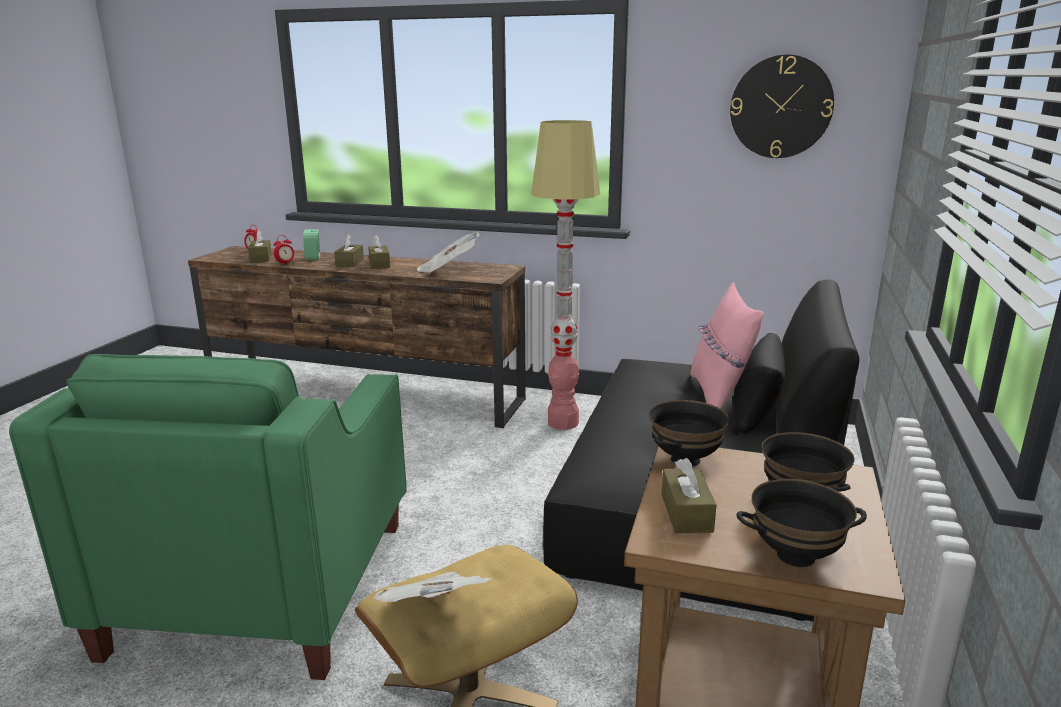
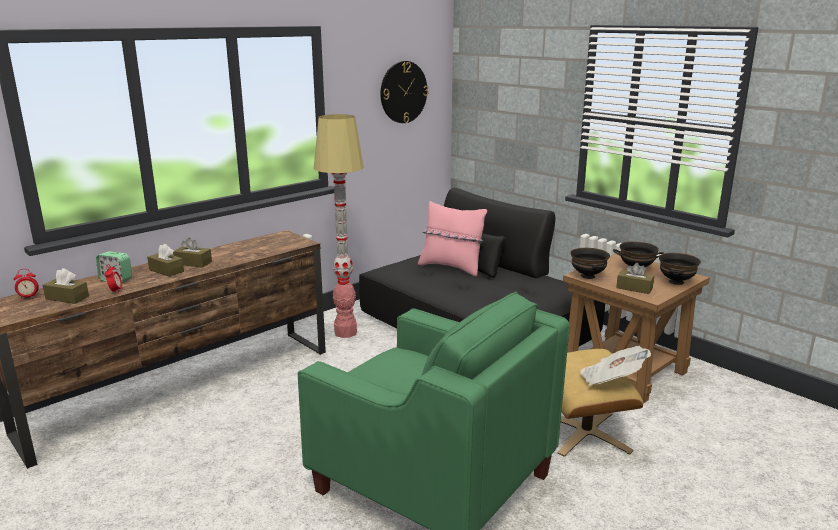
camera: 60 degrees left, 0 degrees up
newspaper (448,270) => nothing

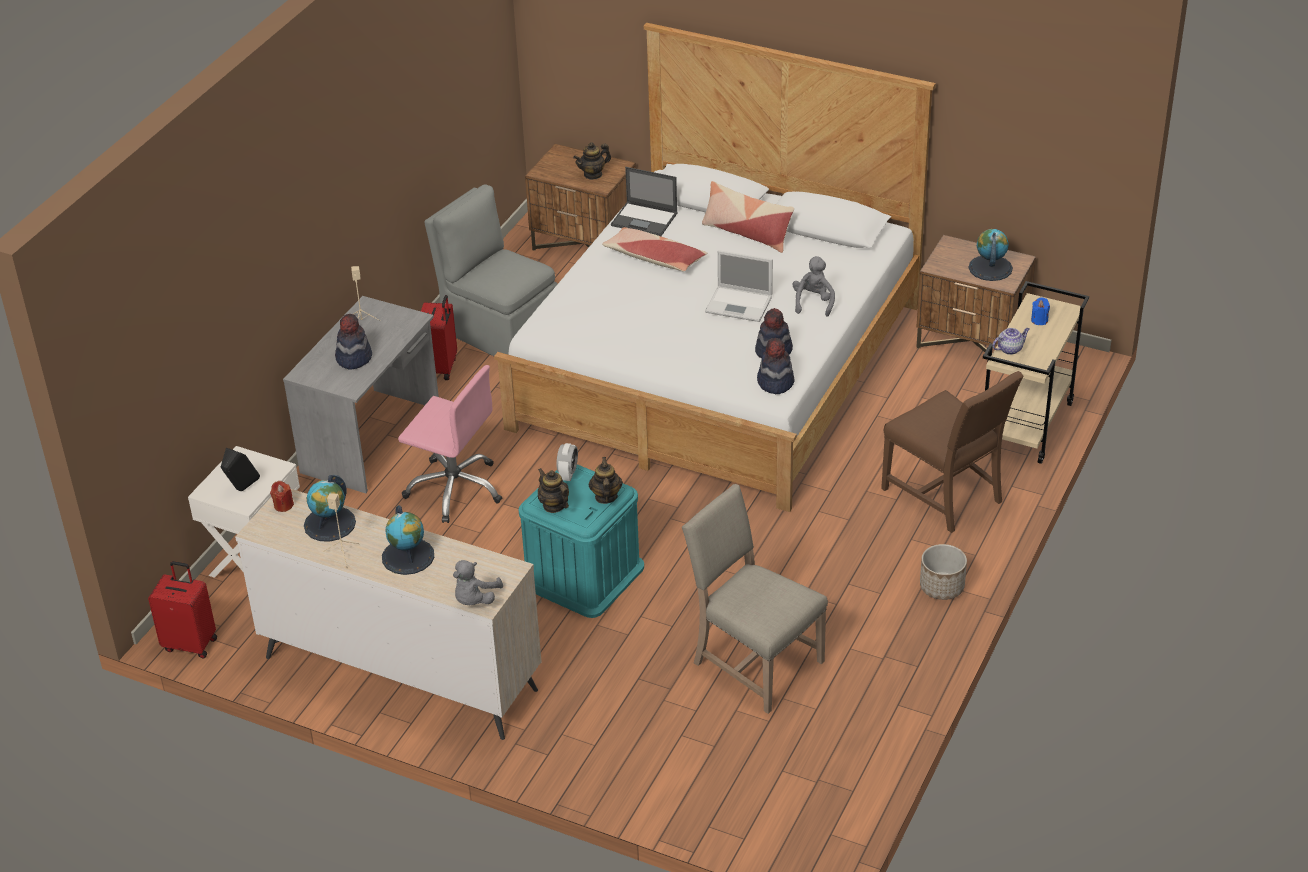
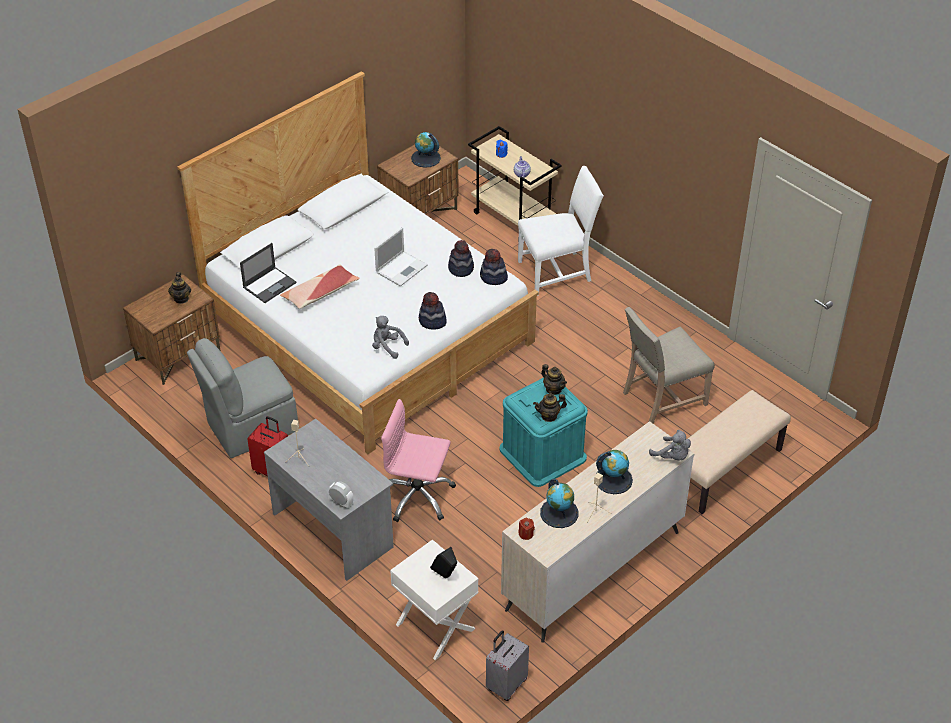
camera: 70 degrees left, 5 degrees up
pillow (746,233) => nothing
grey_plush_toy (813,302) => grey_plush_toy (387,347), shifted
hat (353,358) => hat (432,321), shifted
pink_office_chair (455,488) => pink_office_chair (417,496), 120 degrees counterclockwise
brown_chair (946,495) => white_chair (557,272)
alarm_clock (568,474) => alarm_clock (341,503), shifted
teapot (606,497) => teapot (553,389), 150 degrees counterclockwise
planter (942,587) => nothing
red_suitcase (191,643) => grey_suitcase (506,684)
nothing => beige_bench (724,470)

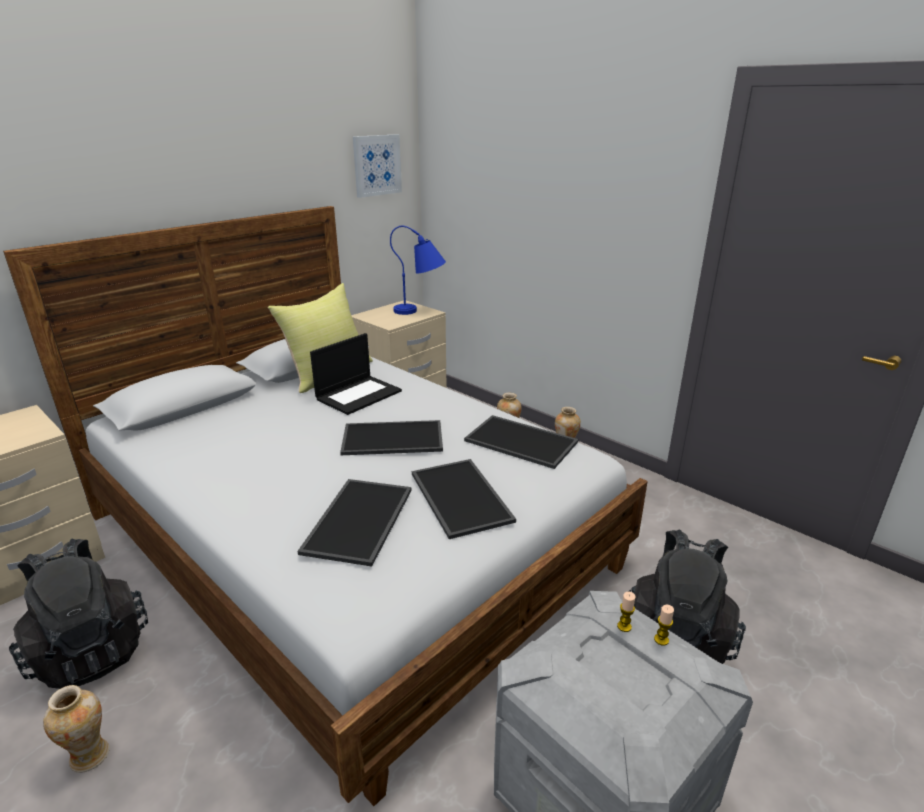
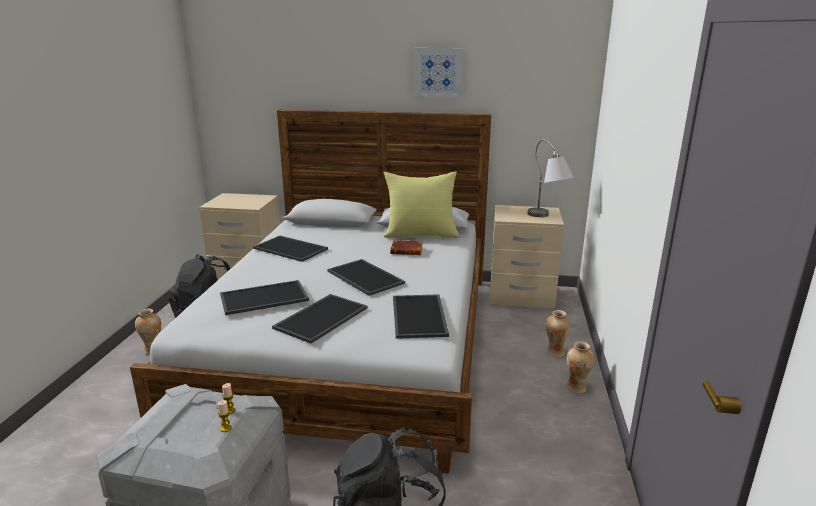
camera: 55 degrees right, 5 degrees down
picture (377,165) => picture (438,72), shifted
blue_table_lamp (421,311) => grey_table_lamp (547,218)
laptop (359,394) => brown_book (407,250)
nothing => tray (291,248)

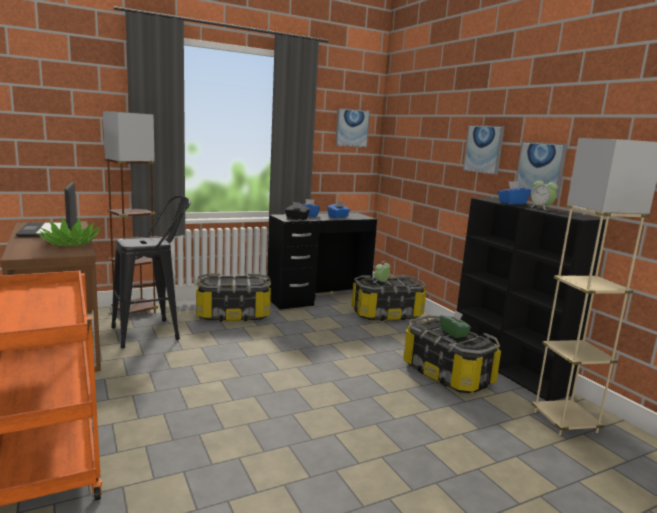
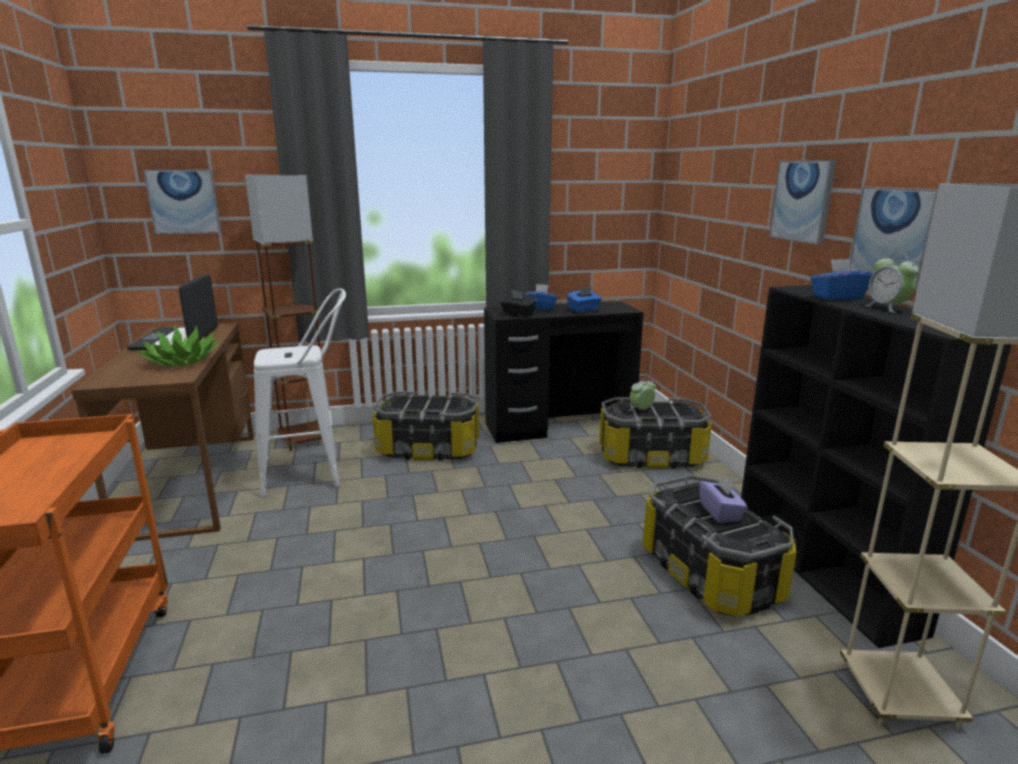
camera: 15 degrees right, 5 degrees up
picture (352,128) => picture (184,201), shifted
black_stool (153,332) => white_stool (313,473)
green_tissue_box (453,333) => purple_tissue_box (720,513)

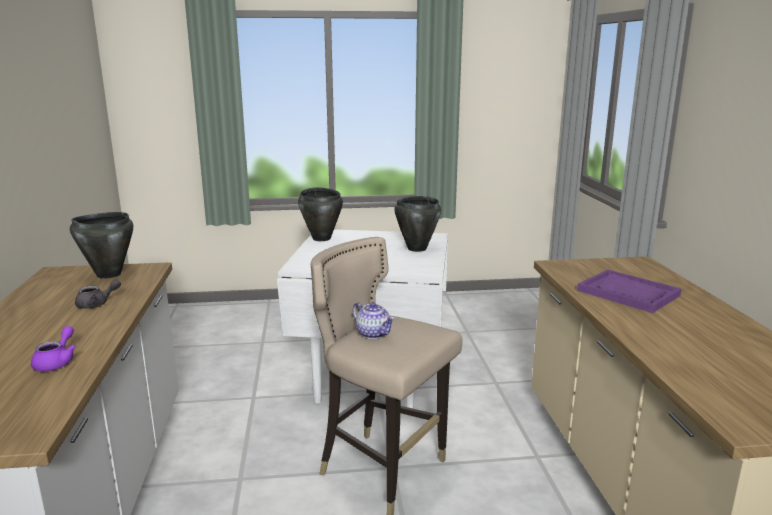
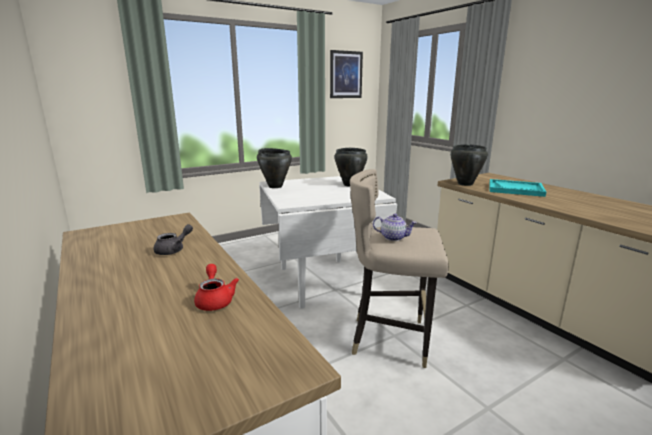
camera: 25 degrees left, 0 degrees up
black_cooking_pot (108,274) => black_cooking_pot (465,184), shifted
purple_tray (628,293) => turquoise_tray (515,189)
purple_teapot (57,362) => red_teapot (215,300)
nothing => picture (345,74)

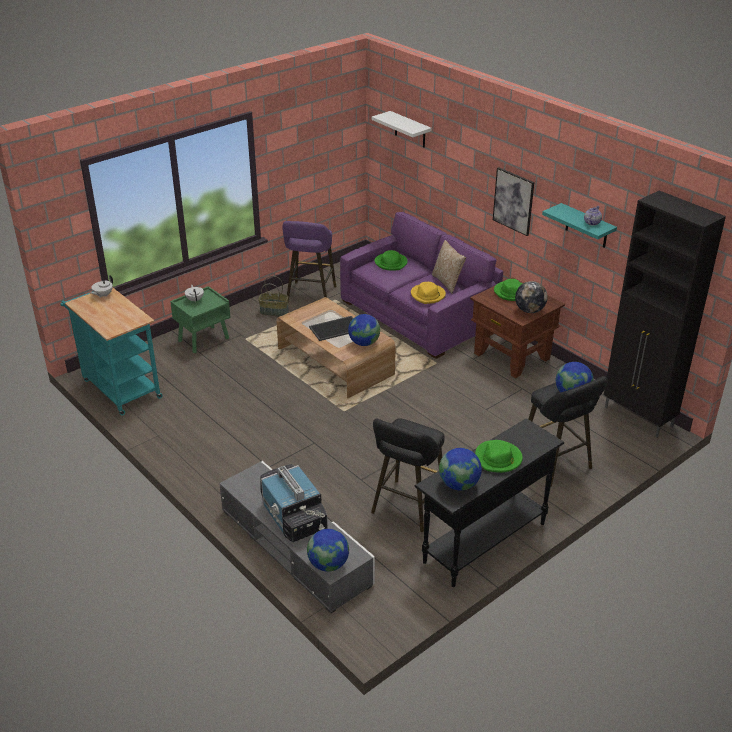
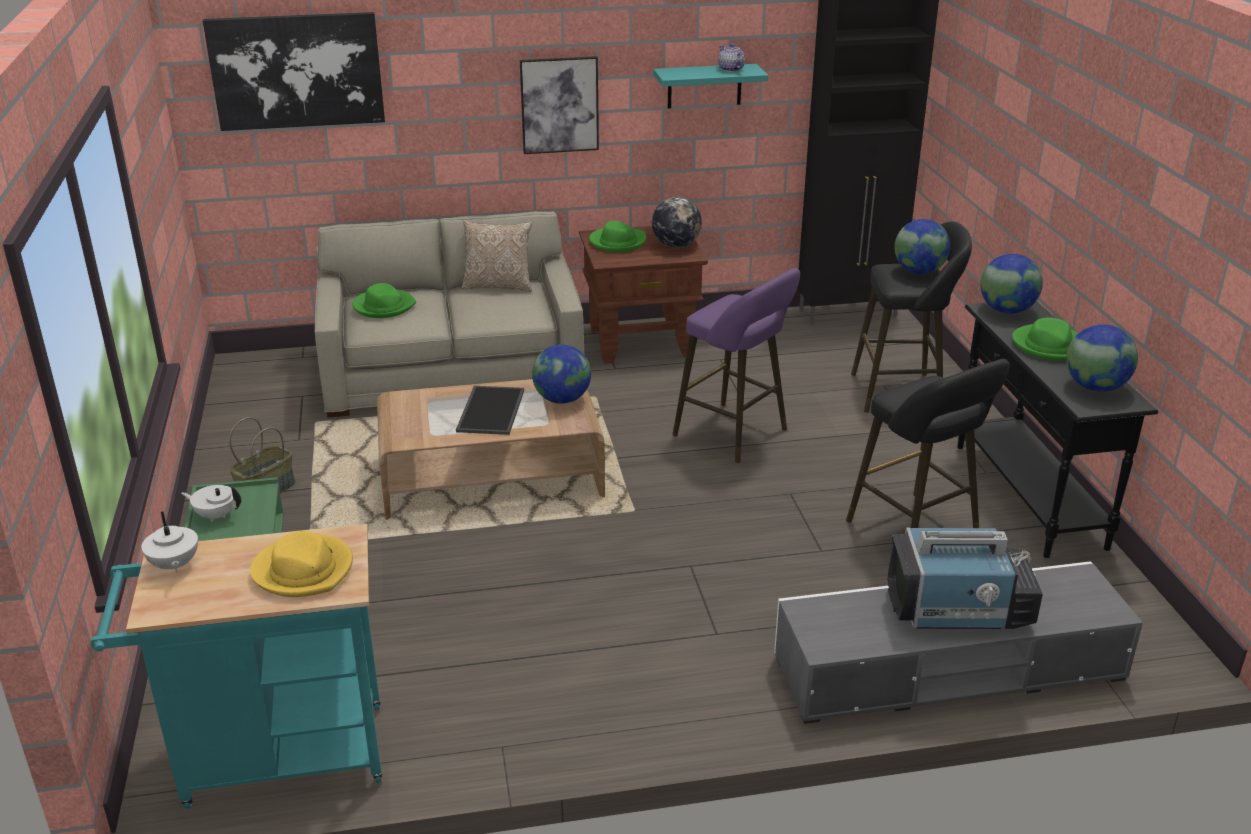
camera: 60 degrees left, 5 degrees down
white_shelf (410,130) => picture (297,71)
purple_sofa (419,314) => beige_sofa (453,369)
purple_stool (310,296) => purple_stool (735,434), shifted
yellow_hat (428,295) => yellow_hat (304,570), shifted
globe (328,564) => globe (1006,310), shifted

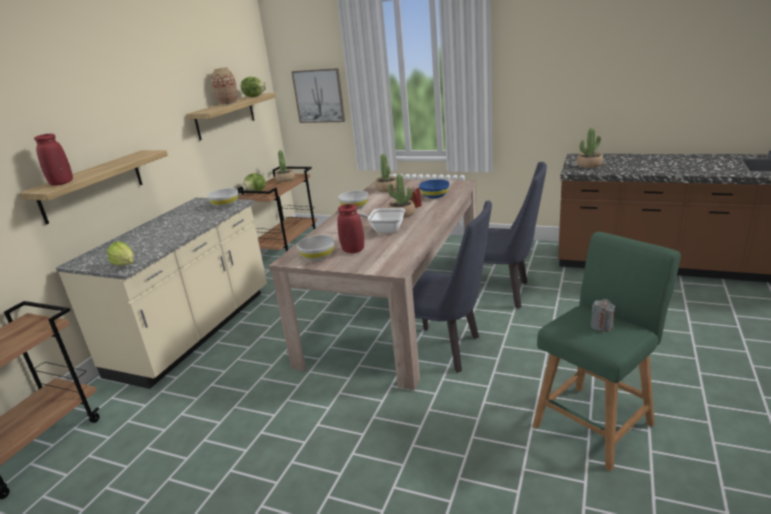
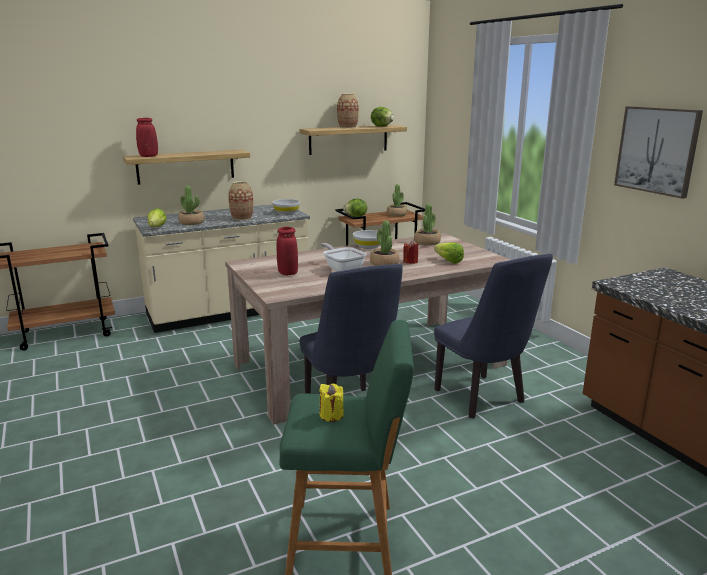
camera: 40 degrees right, 5 degrees down
picture (319,96) => picture (657,150), shifted
potted_plant (589,165) => potted_plant (192,222), shifted
blue_bowl (435,196) => lettuce (447,260)
white_bowl (318,256) => nothing
grey_candle (601,326) => yellow_candle (331,415)
nothing => vase (242,218)

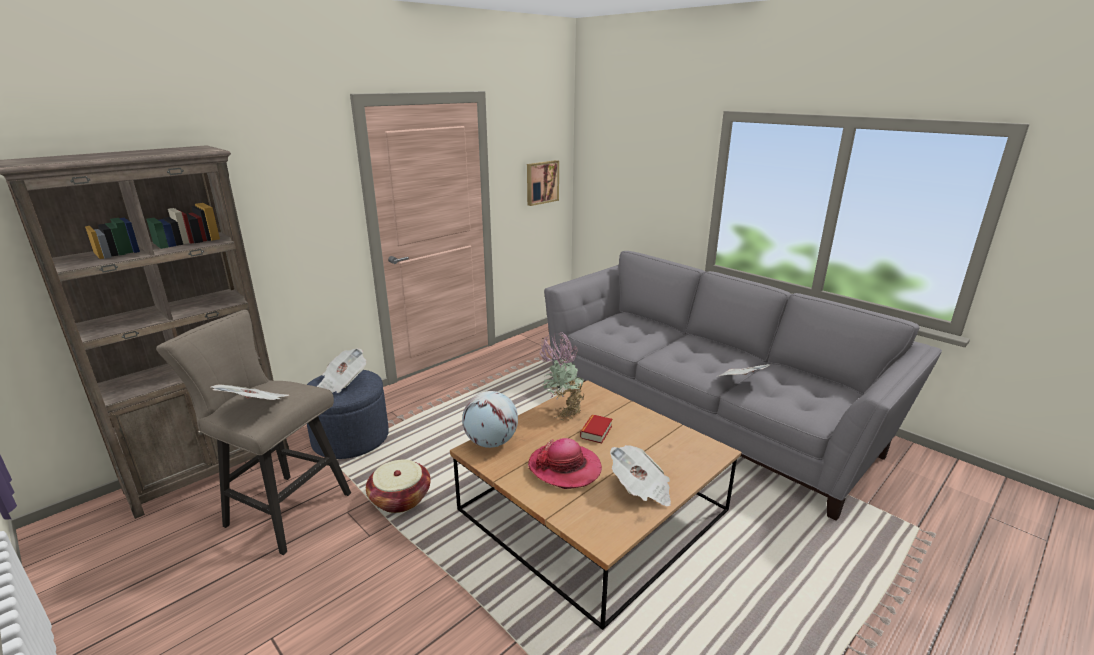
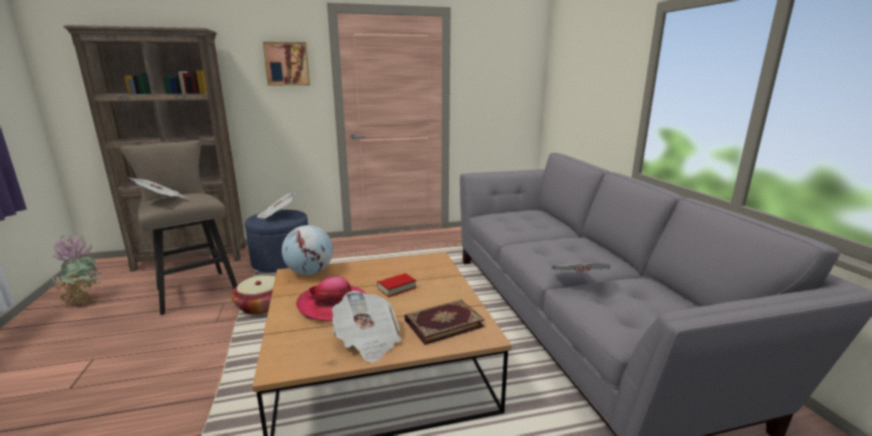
camera: 30 degrees right, 5 degrees down
picture (541,182) => picture (287,64), shifted
potted_plant (562,412) => potted_plant (83,301), shifted
nothing => book (443,323)

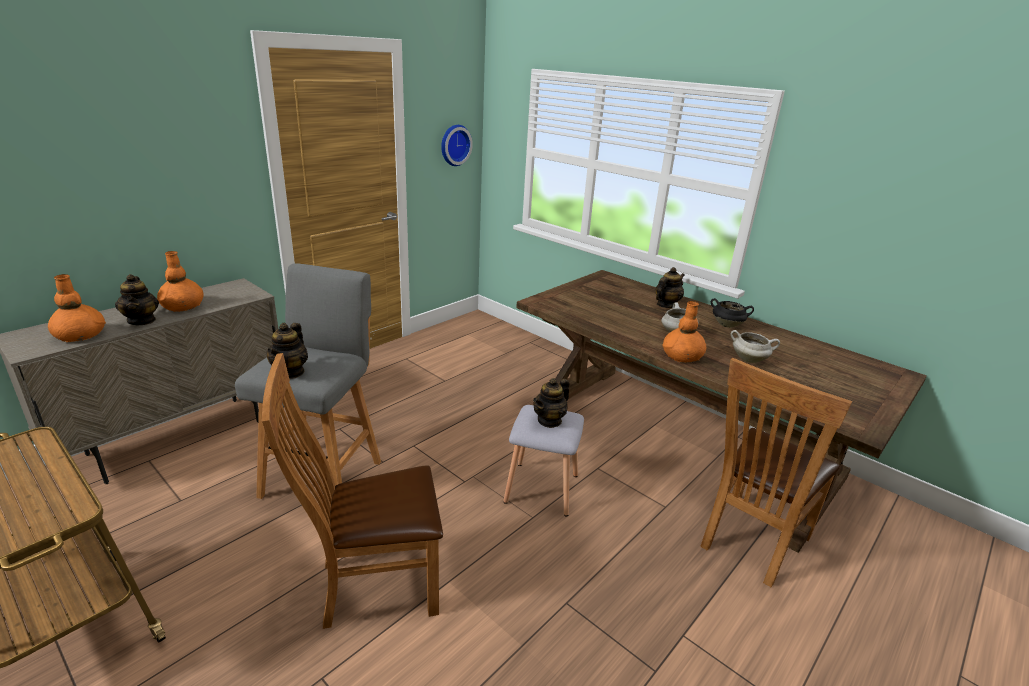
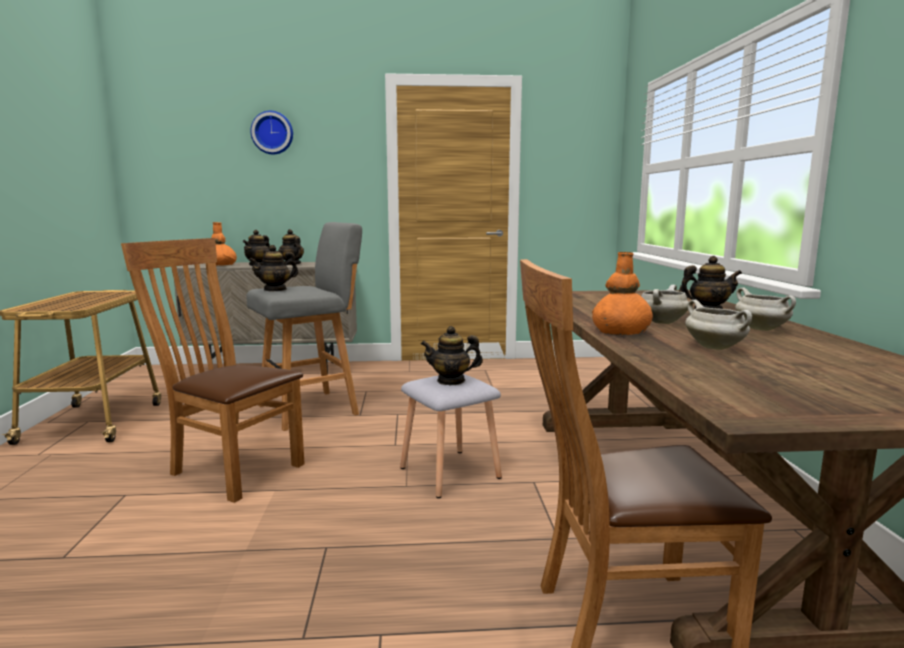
camera: 45 degrees right, 15 degrees down
wall_clock (454,145) => wall_clock (272,133), shifted
orange_vase (183,306) => teapot (291,264)
black_cooking_pot (727,325) => white_cooking_pot (762,329)

